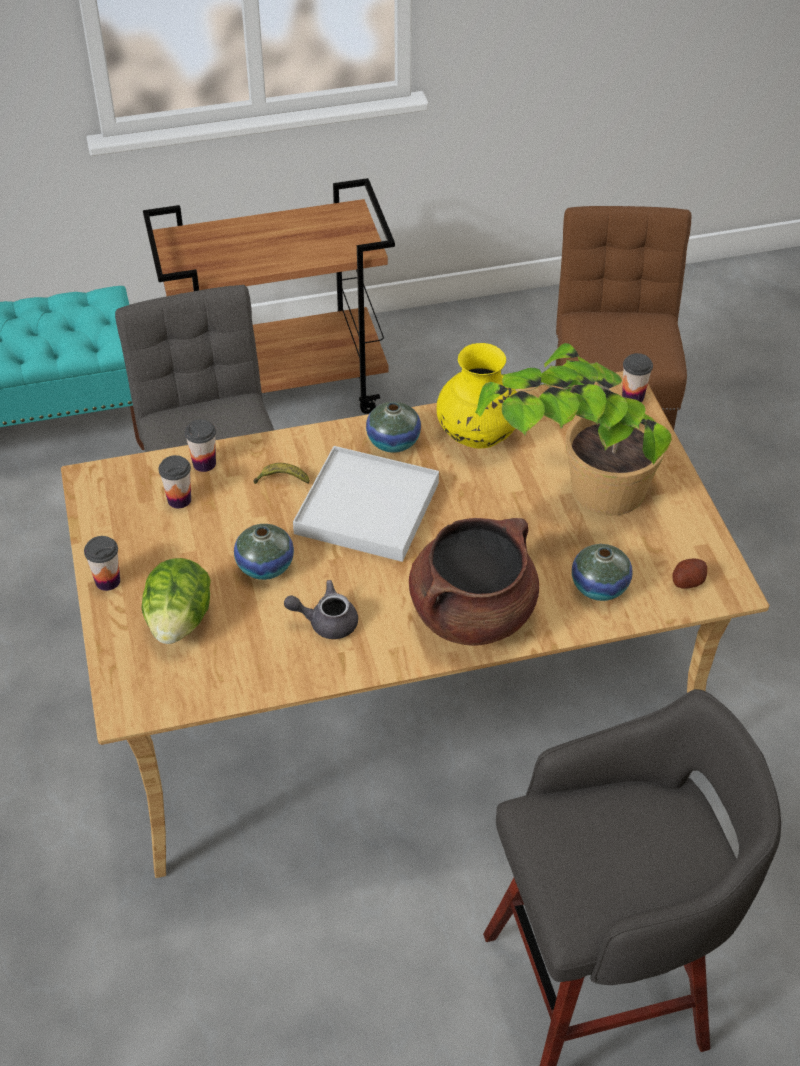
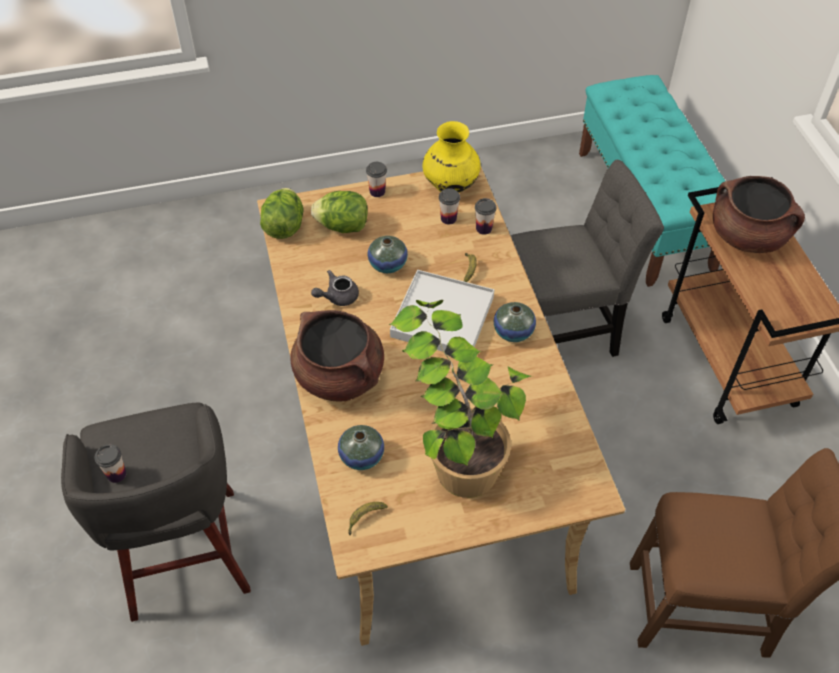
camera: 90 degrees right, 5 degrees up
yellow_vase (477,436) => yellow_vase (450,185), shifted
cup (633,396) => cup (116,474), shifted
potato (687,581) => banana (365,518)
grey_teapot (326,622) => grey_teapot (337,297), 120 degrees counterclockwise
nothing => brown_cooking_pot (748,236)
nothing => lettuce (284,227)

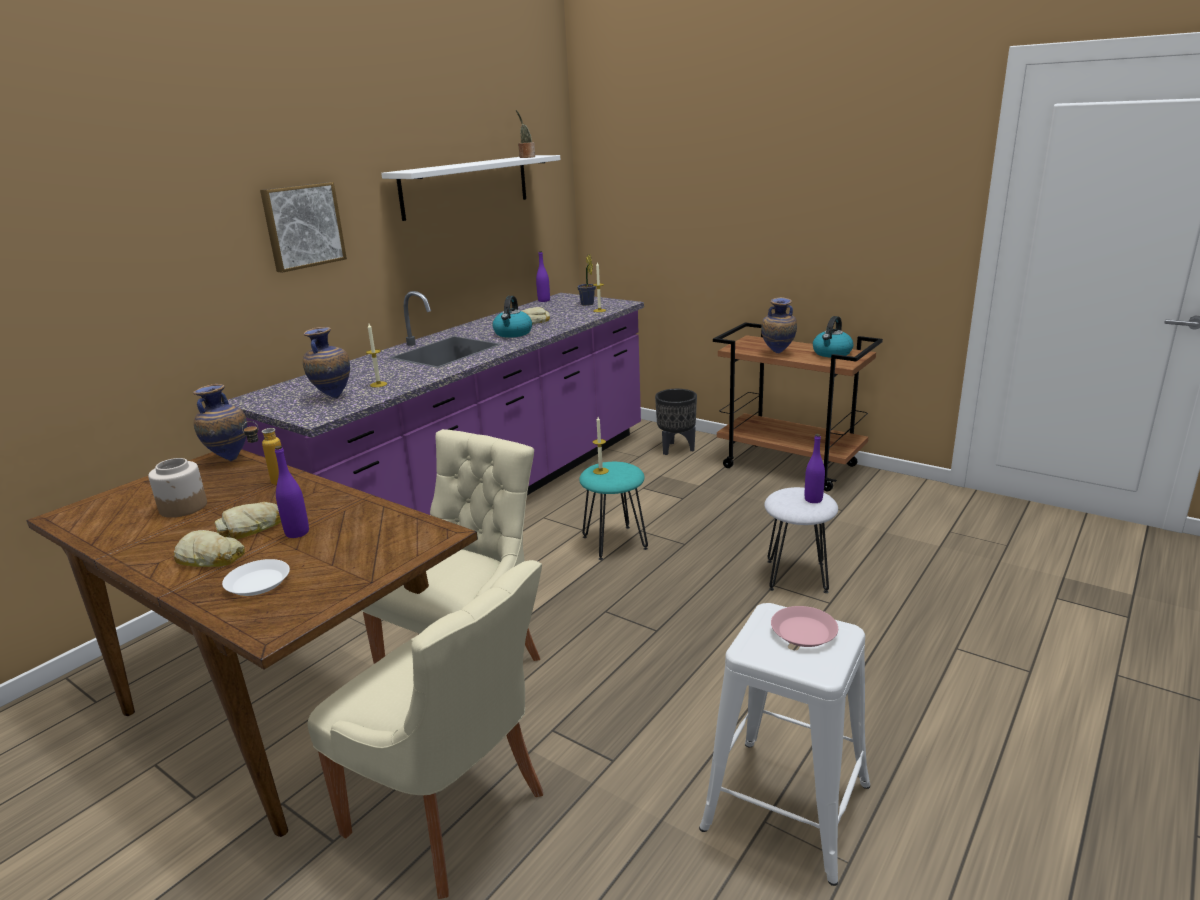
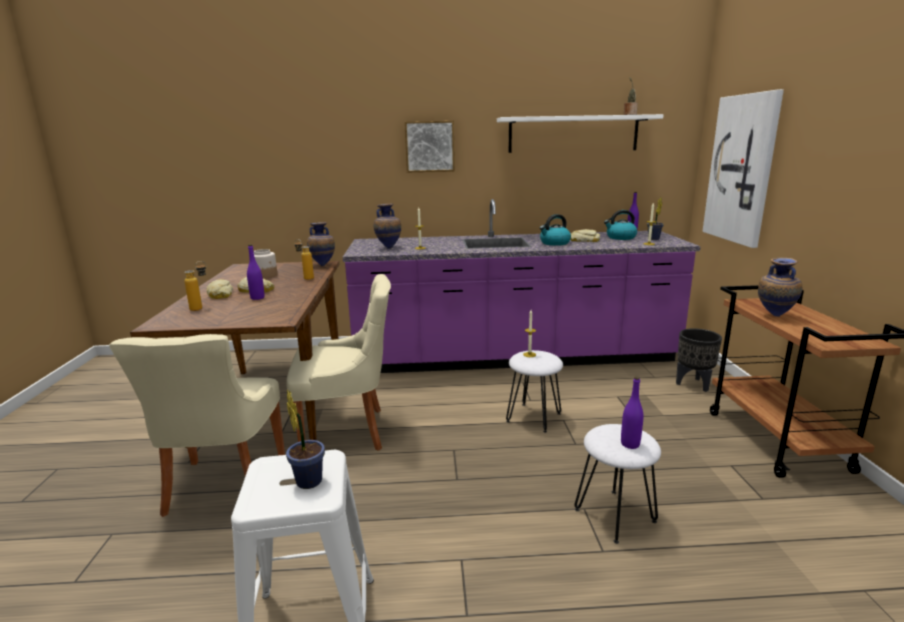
camera: 50 degrees right, 5 degrees down
kettle (832,353) => kettle (620,238), shifted
turquoise_stool (615,542) => white_stool (534,417)
white_plate (258,583) => bottle (201,308)
pink_plate (803,631) => potted_plant (308,479)
nothing => picture (741,169)

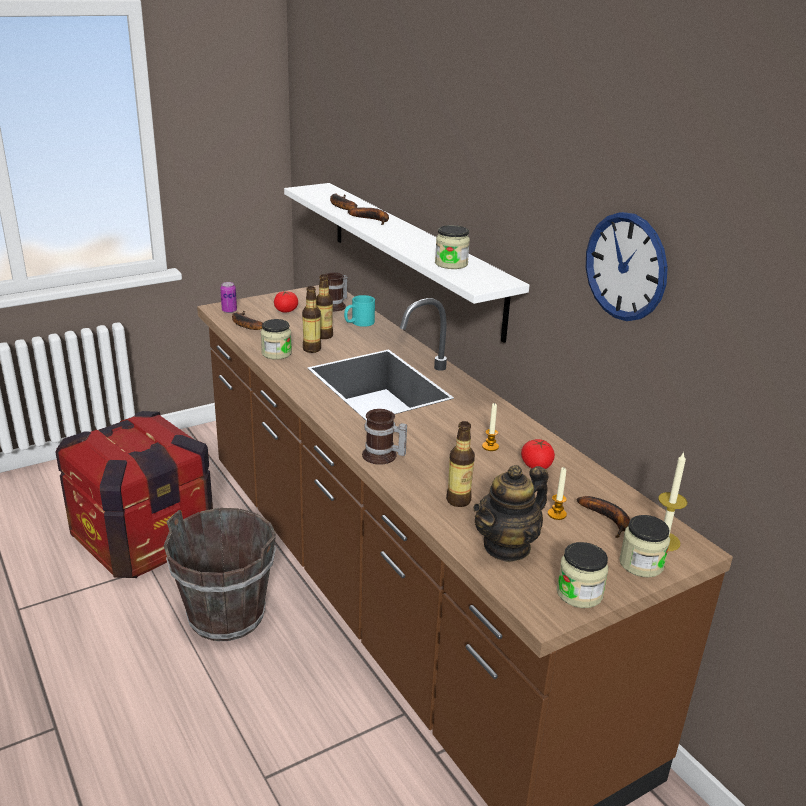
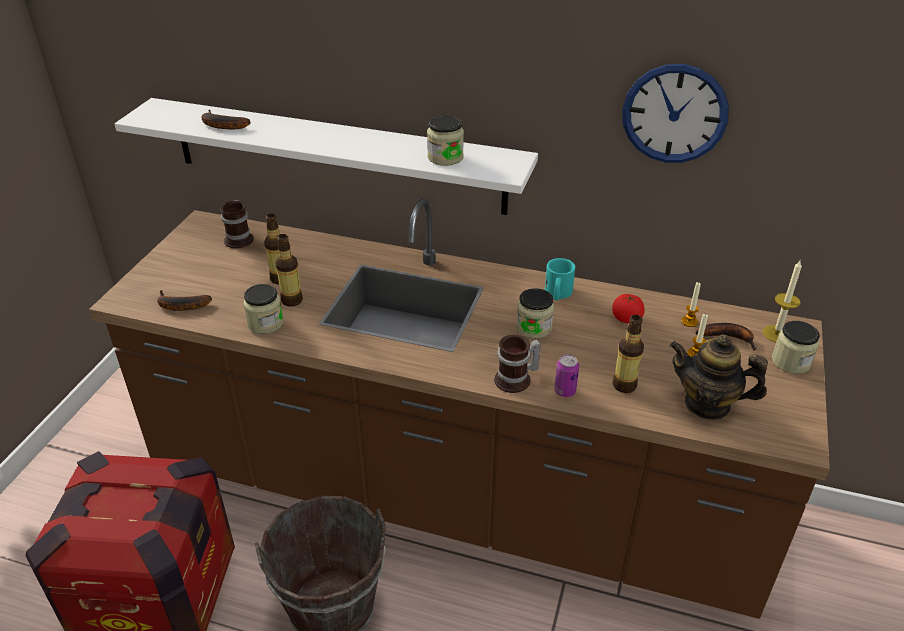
camera: 40 degrees left, 10 degrees up
banana (373,219) => nothing
can (229,311) => can (565,391), shifted
tomato (286,310) => nothing
turquoise_mug (358,323) => turquoise_mug (557,294), shifted
candle (490,446) => candle (689,322), shifted
teapot (507,546) => teapot (707,404), 105 degrees clockwise
jar (579,593) => jar (534,328), shifted

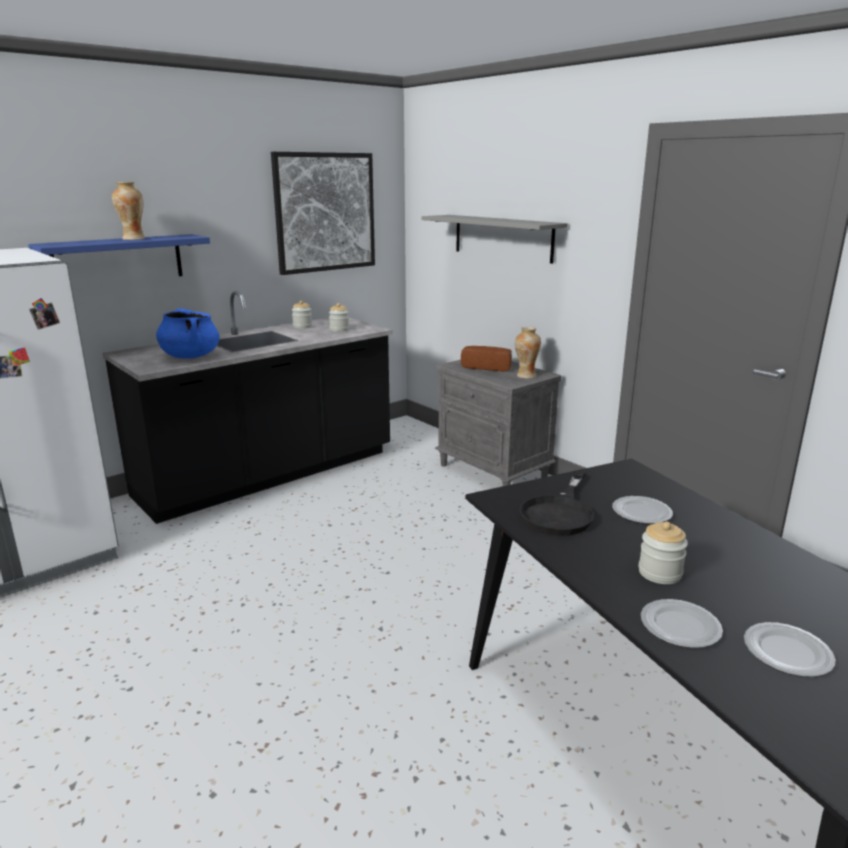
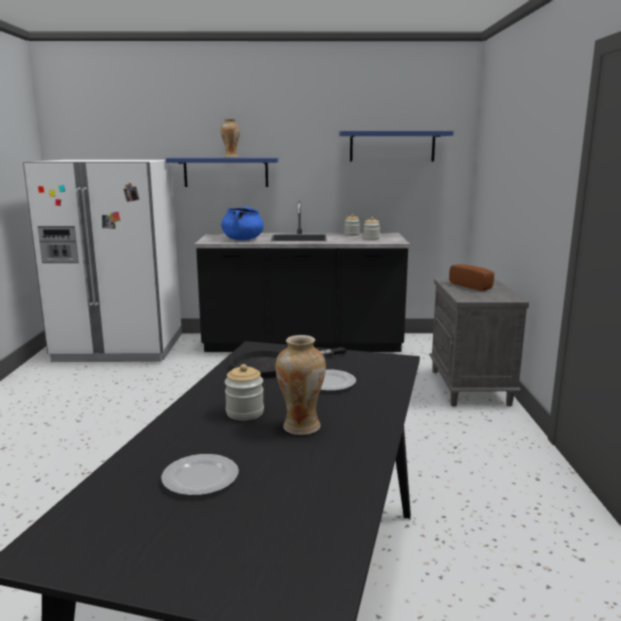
camera: 40 degrees right, 5 degrees down
picture (325,212) => blue_shelf (392,146)
grey_shelf (502,237) => nothing
vase (526,376) => vase (301,427), shifted
plate (679,627) => nothing

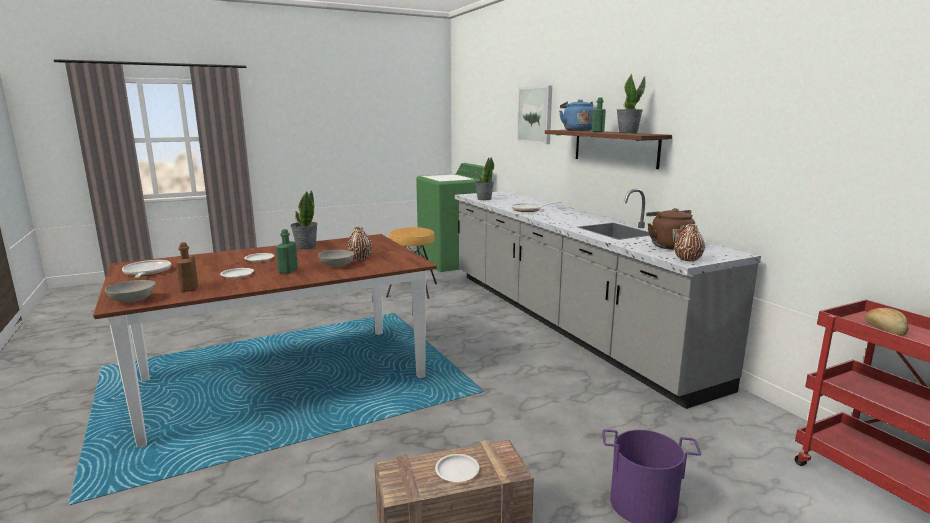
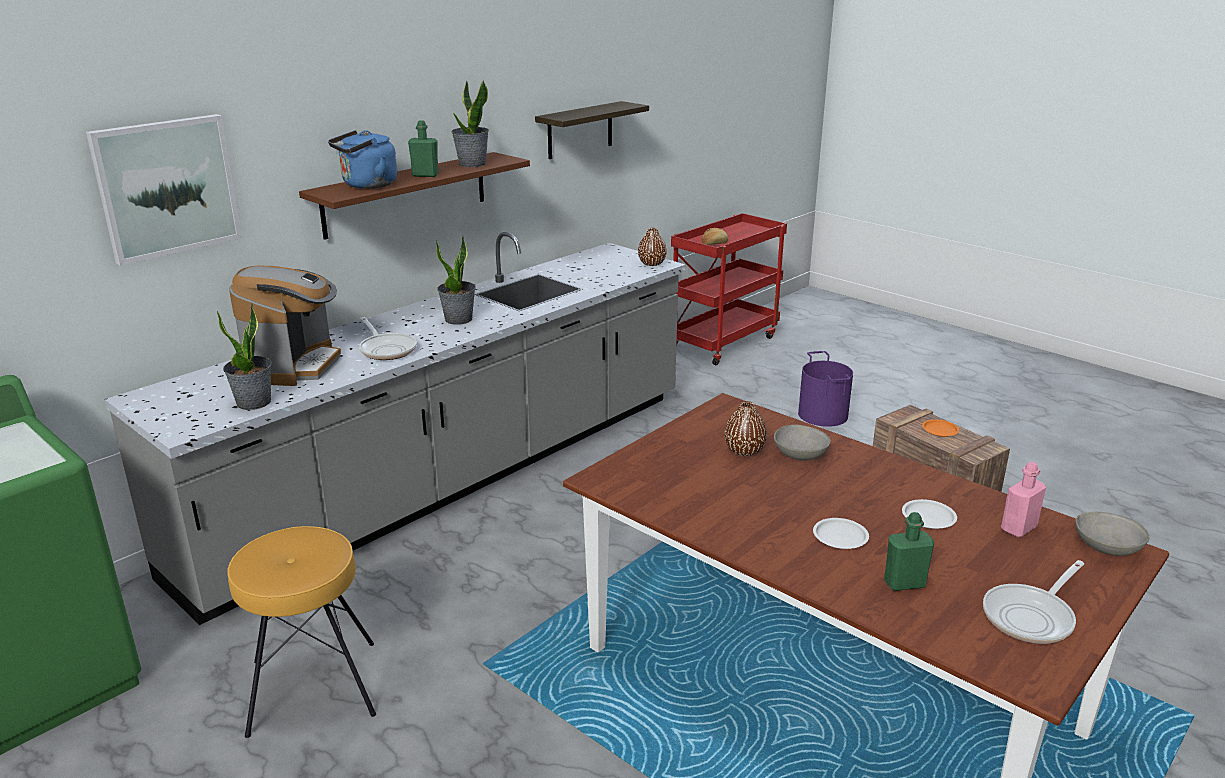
camera: 110 degrees left, 10 degrees up
potted_plant (305,247) => potted_plant (459,319), shifted
brown_kettle (668,246) => nothing
green_bottle (288,271) => green_bottle (904,583), shifted
brown_bottle (189,288) => pink_bottle (1018,528)
white_plate (457,471) => orange_plate (940,430)
nothing => shelf (580,130)
nothing => coffee_machine (294,366)

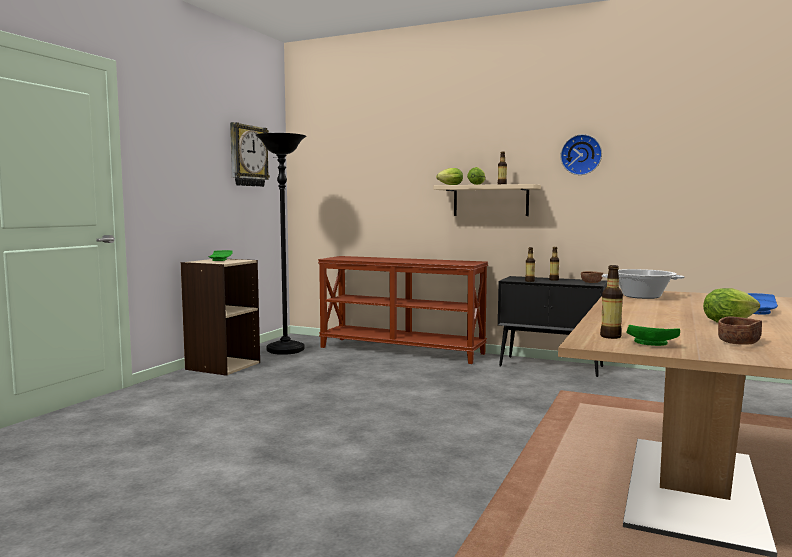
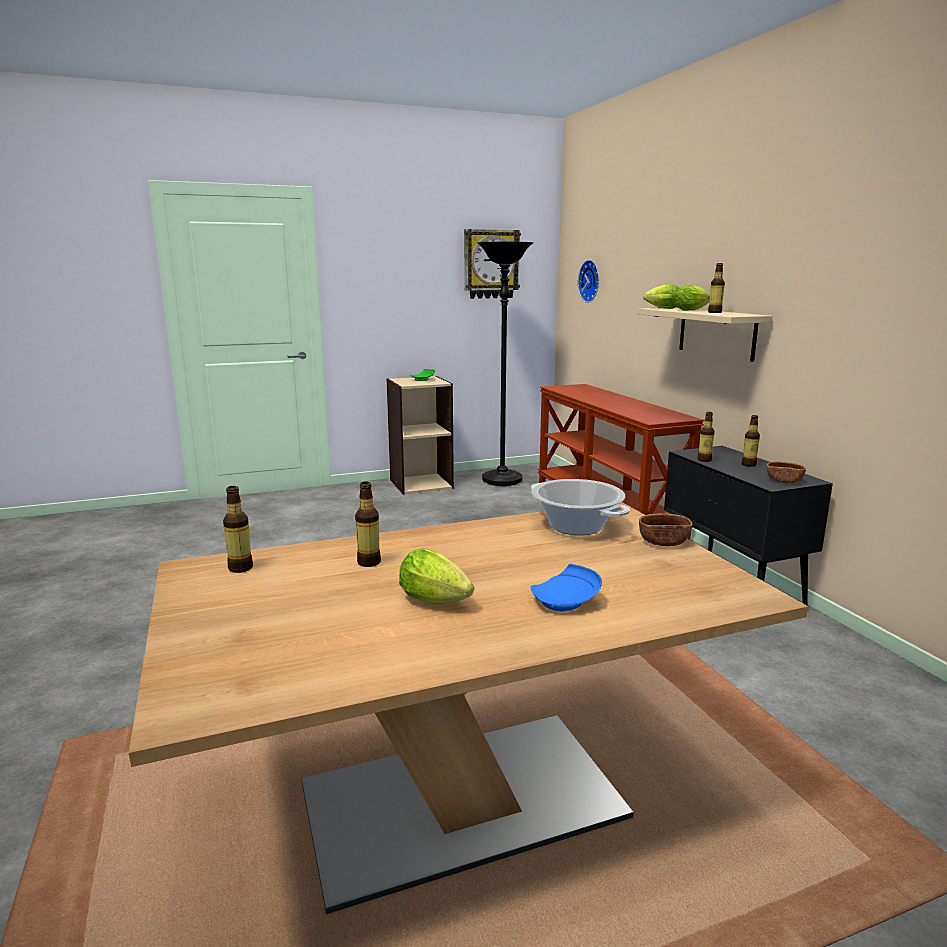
camera: 45 degrees right, 10 degrees up
wall_clock (581,155) => wall_clock (591,281), shifted
brown_bowl (738,342) => brown_bowl (664,542), shifted
green_plate (650,344) => nothing
nothing => bottle (369,562)

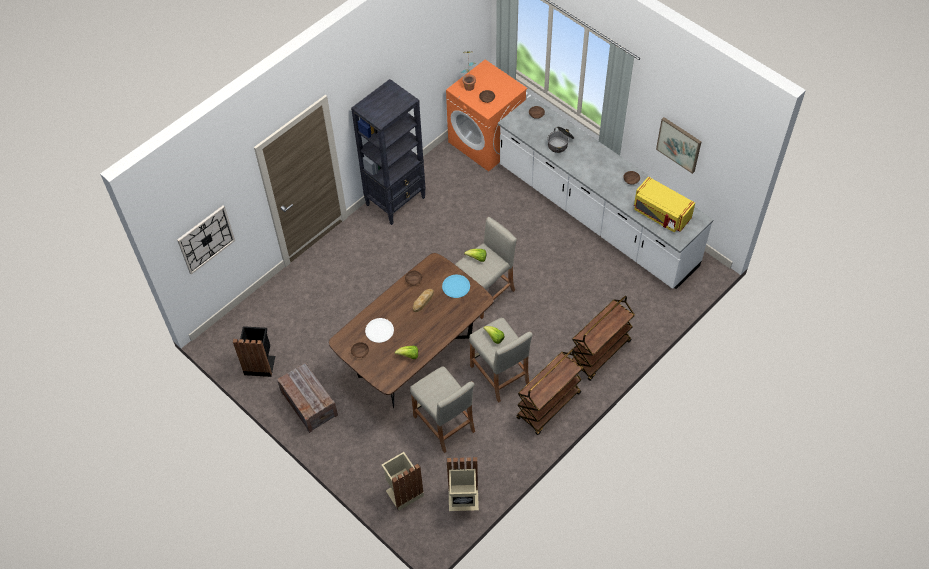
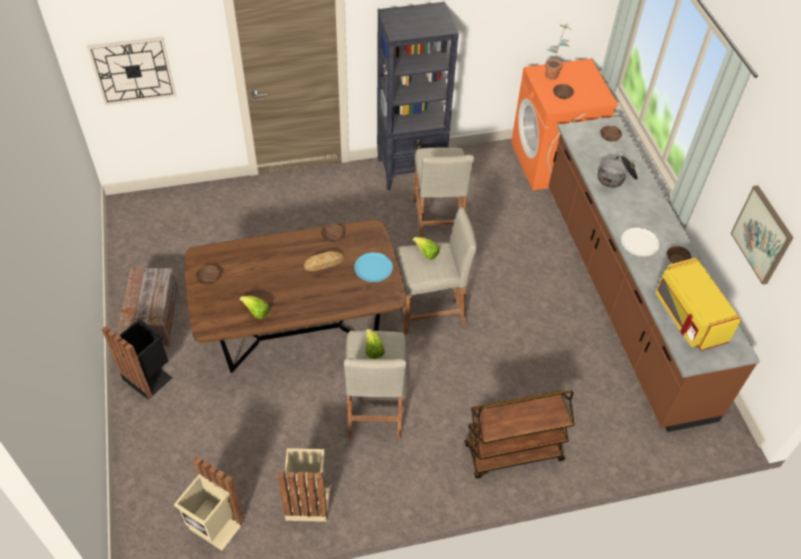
camera: 30 degrees right, 5 degrees down
white_counter (596,217) => brown_counter (622,297)
white_plate (379,330) => white_plate (639,242), shifted
black_trash_can (260,364) => black_trash_can (149,376), shifted
brown_cart (548,406) => nothing
beige_stool (444,424) => beige_stool (438,219), shifted
beige_trash_can (403,491) => beige_trash_can (307,501), shifted

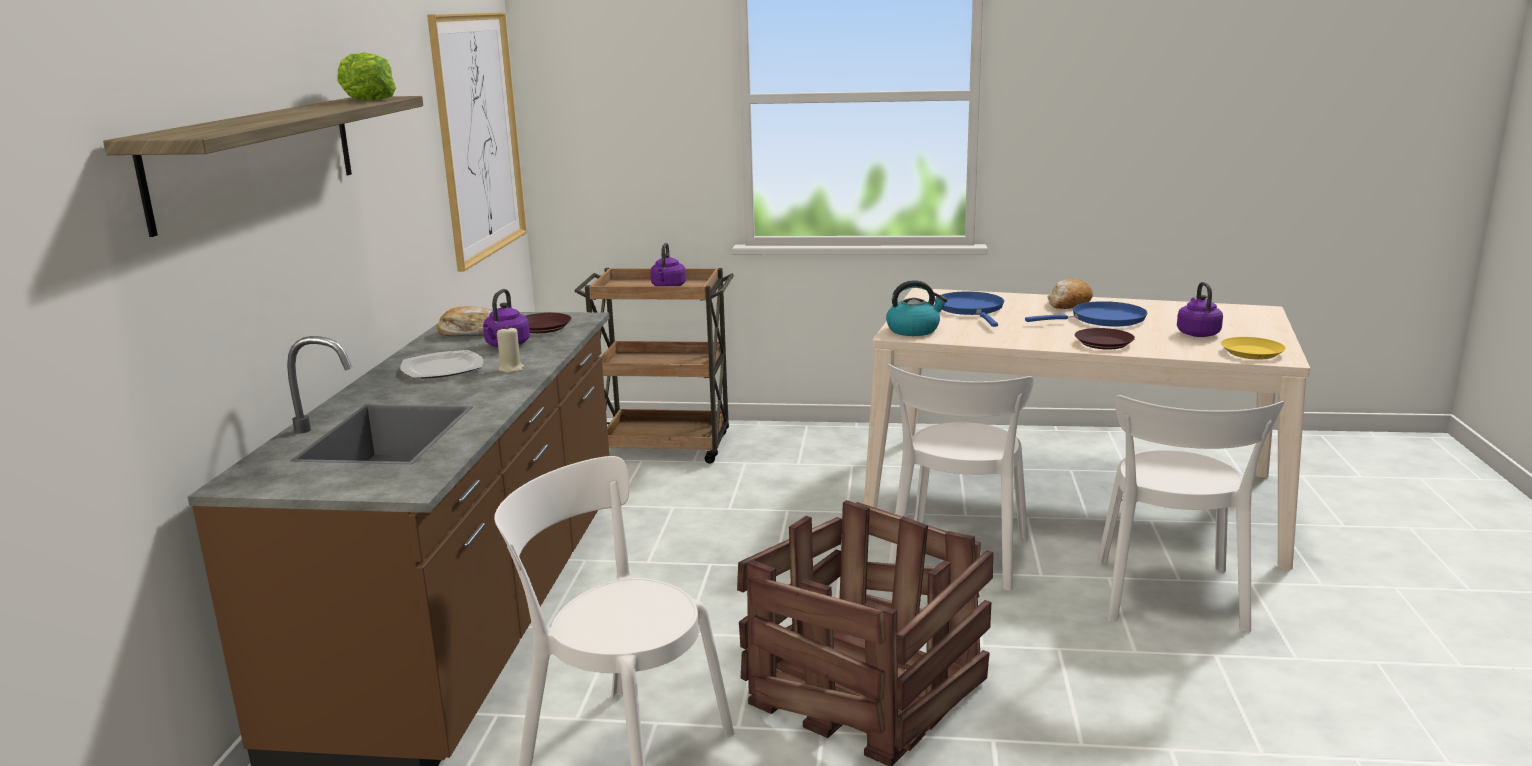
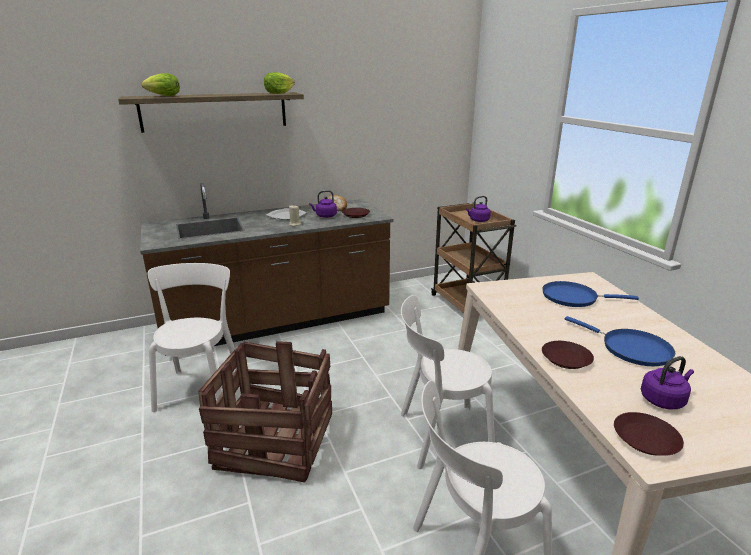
camera: 60 degrees right, 5 degrees up
picture (479,136) => nothing
bread (1069,303) => nothing
kettle (914,330) => nothing
blue_frying_pan (971,309) => blue_frying_pan (573,297), 135 degrees counterclockwise
yellow_plate (1252,353) => brown_plate (646,439)
nothing => lettuce (163,96)

